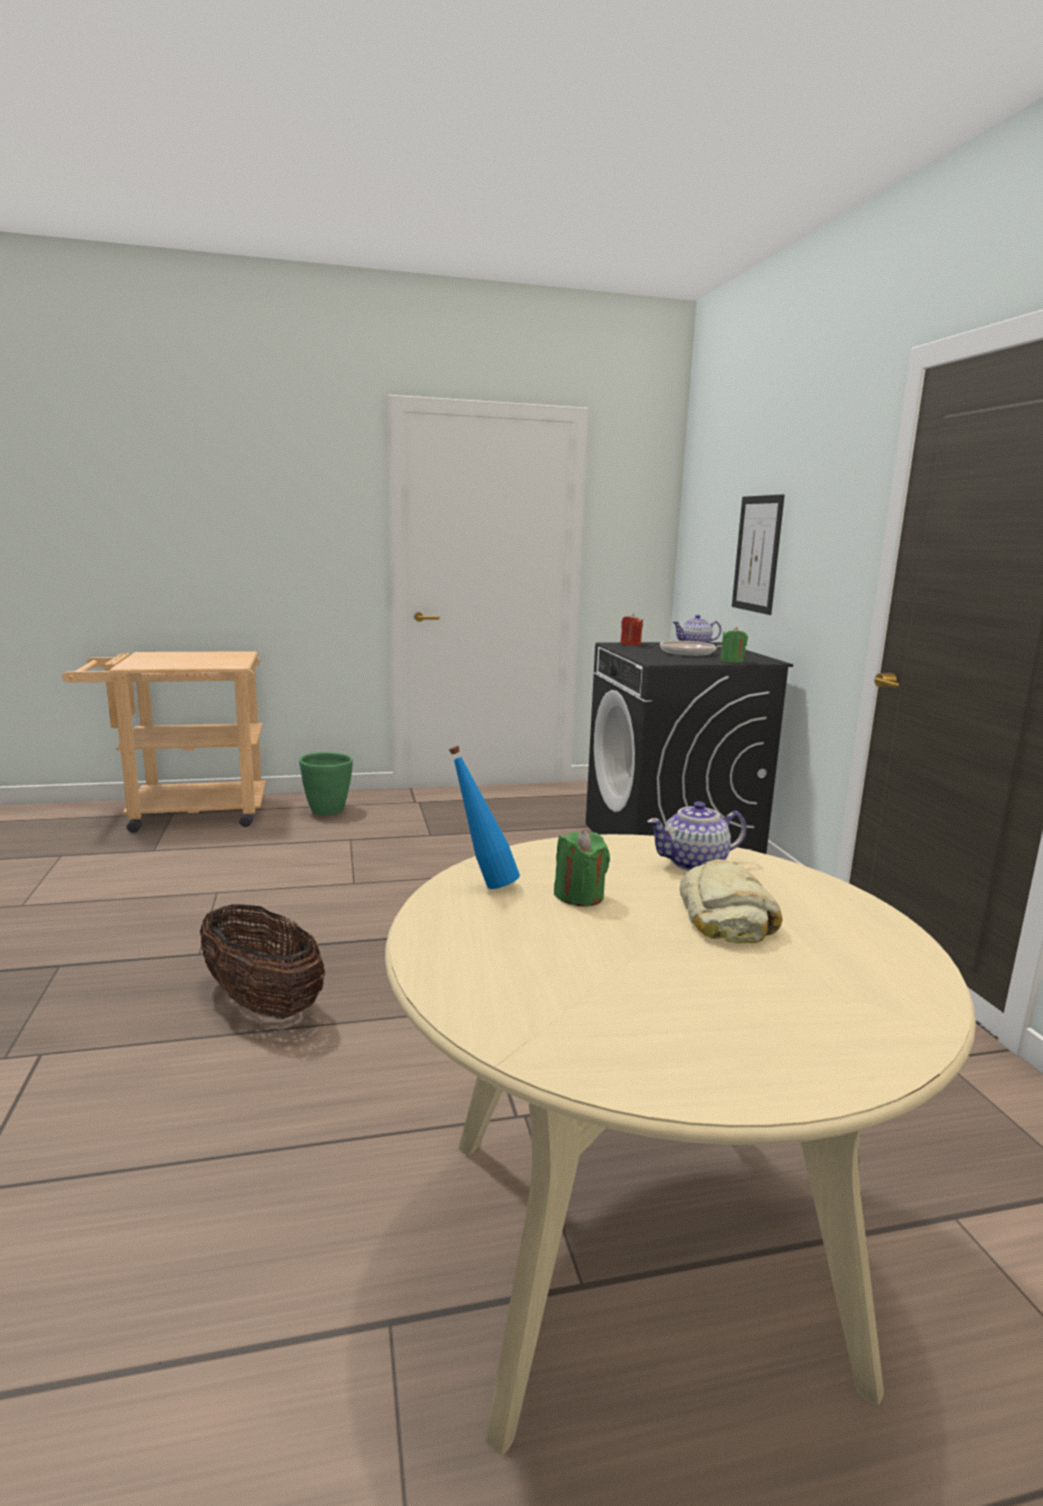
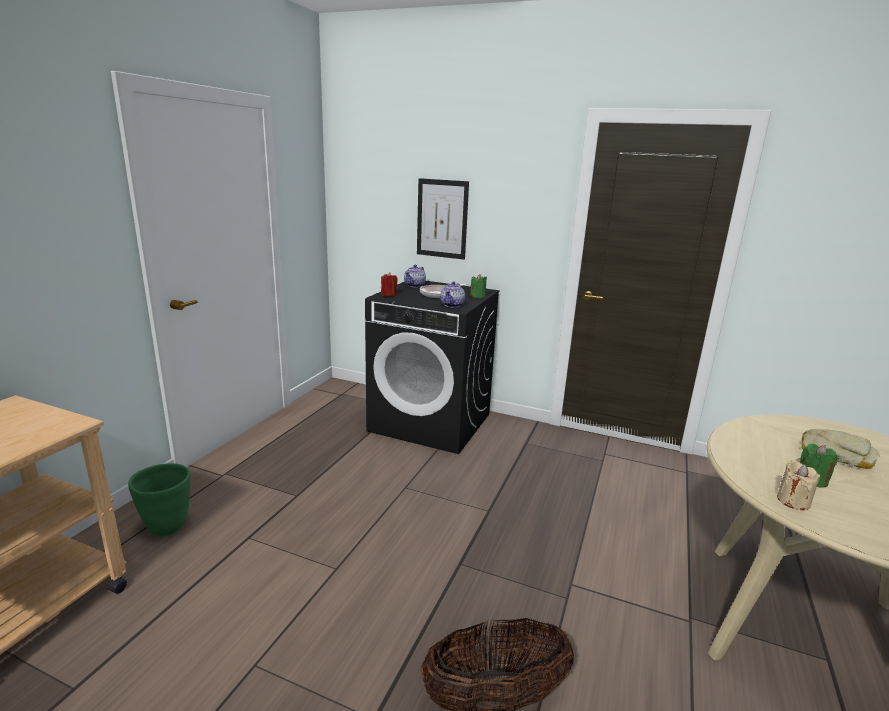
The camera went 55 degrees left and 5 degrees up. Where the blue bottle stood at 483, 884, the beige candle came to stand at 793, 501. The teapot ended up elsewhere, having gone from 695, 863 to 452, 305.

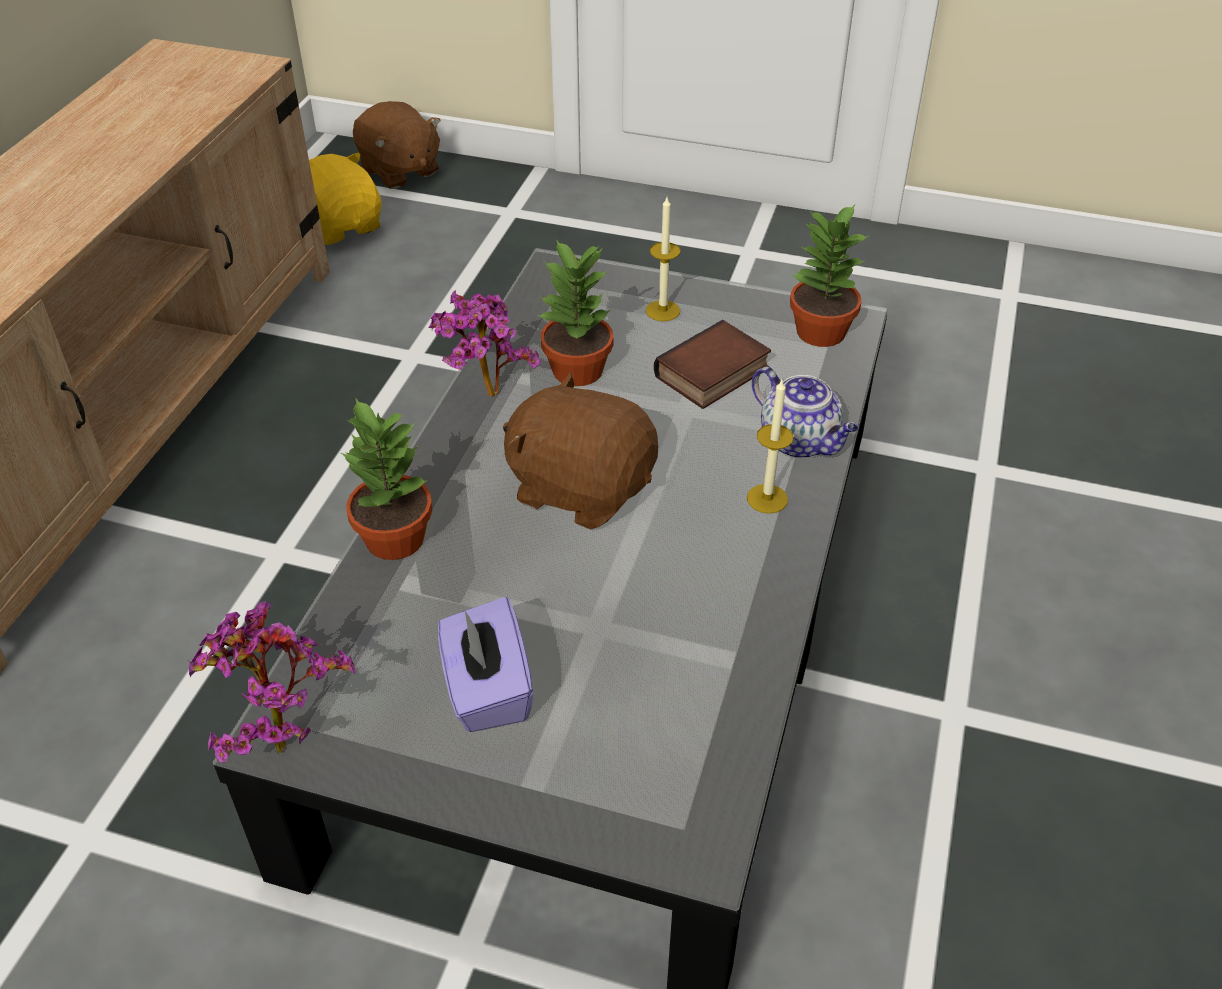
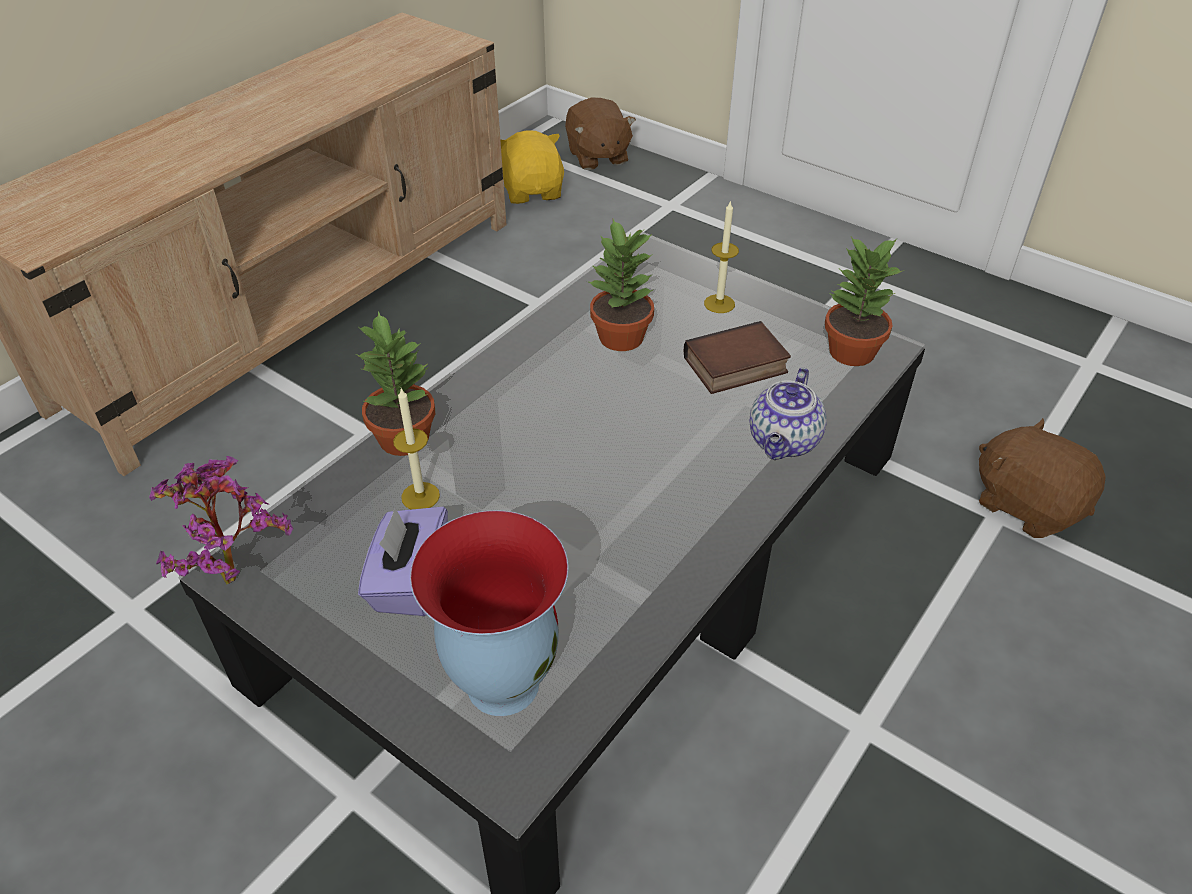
The camera went 20 degrees right and 0 degrees up. The second view lost the potted plant at 485, 399. The brown plush toy ended up elsewhere, having gone from 581, 488 to 1027, 504. The candle ended up elsewhere, having gone from 767, 498 to 420, 496. The teapot at 800, 441 ended up facing another way, 45 degrees clockwise from before. The second view gained the vase at 501, 682.

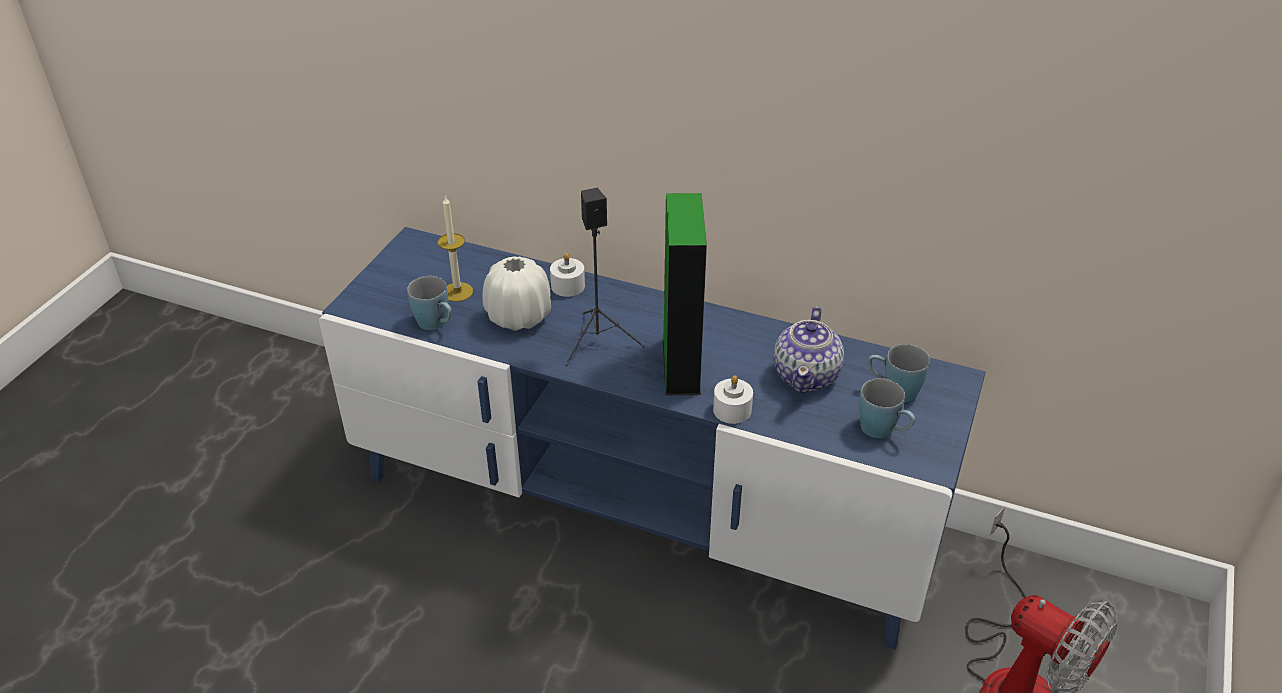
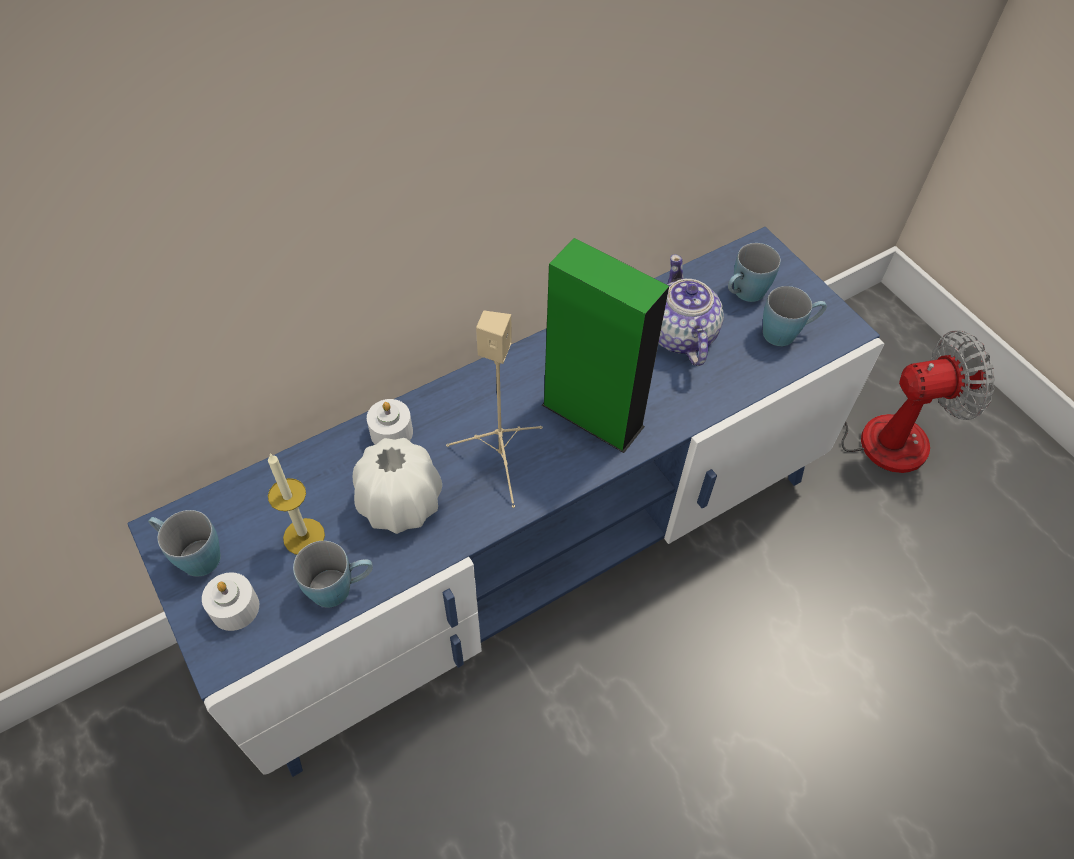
The camera went 55 degrees left and 15 degrees up. What was the black speaker at 599, 341 turned into the beige speaker at 501, 458. The white candle ended up elsewhere, having gone from 732, 410 to 235, 608. The teapot at 807, 375 ended up facing another way, 150 degrees counterclockwise from before. The second view gained the blue mug at 192, 555.

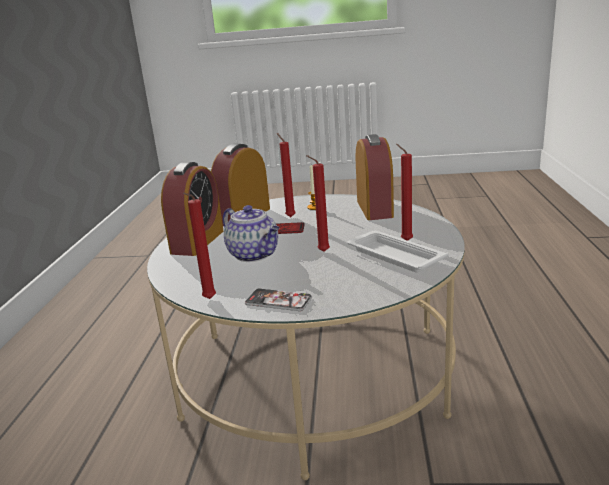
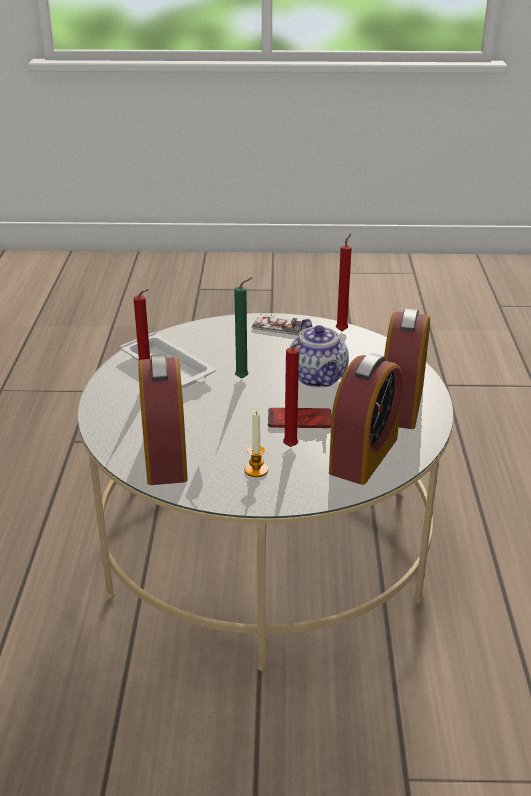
The camera went 175 degrees right and 10 degrees up. The teapot at 255, 255 ended up facing another way, 150 degrees counterclockwise from before. What was the red candle at 321, 252 turned into the green candle at 244, 378.

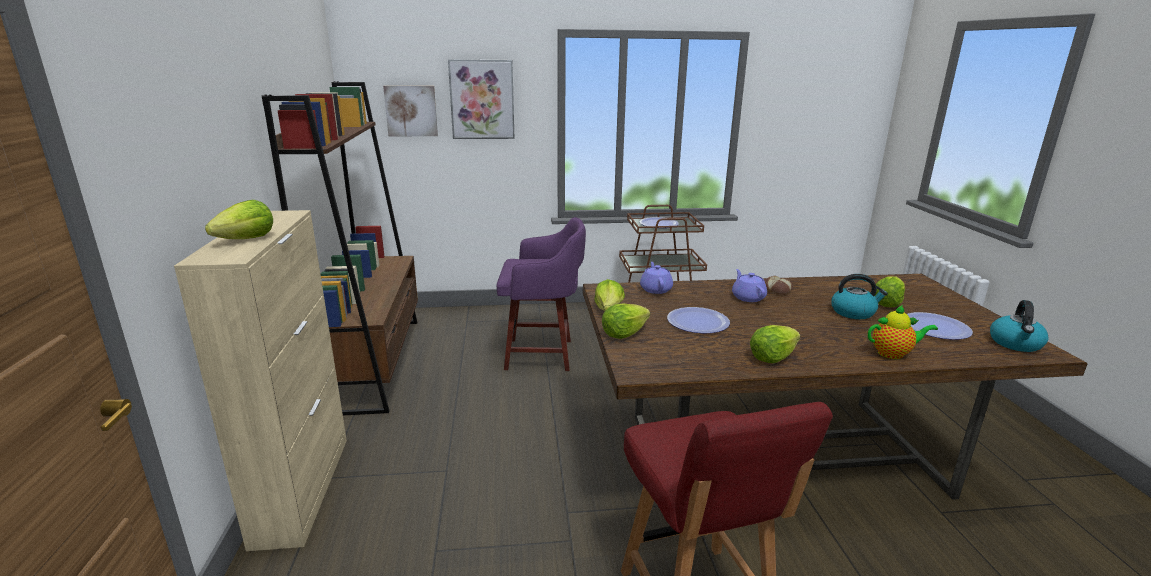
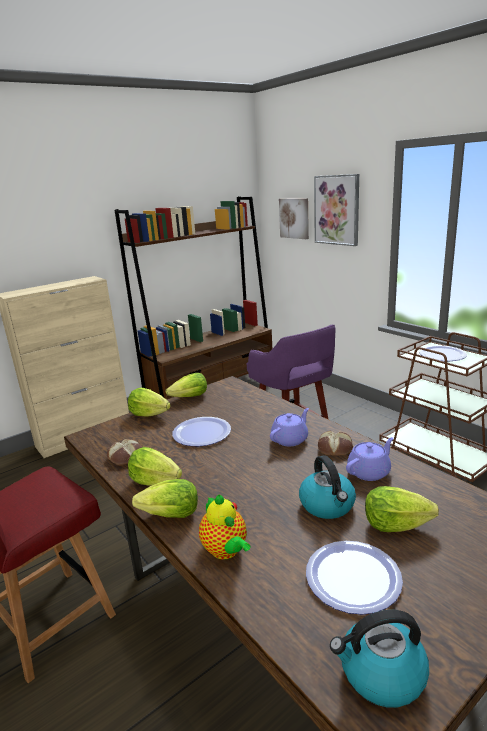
The camera went 60 degrees right and 0 degrees up. The lettuce ended up elsewhere, having gone from 247, 240 to 171, 515. The purple teapot ended up elsewhere, having gone from 655, 289 to 369, 472. The second view gained the bread at 126, 456.

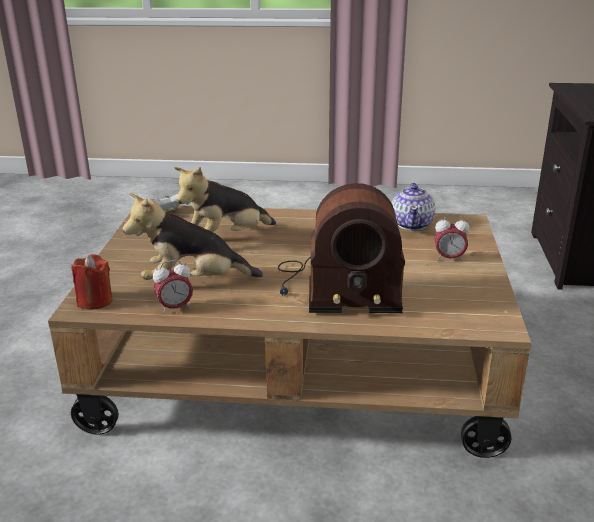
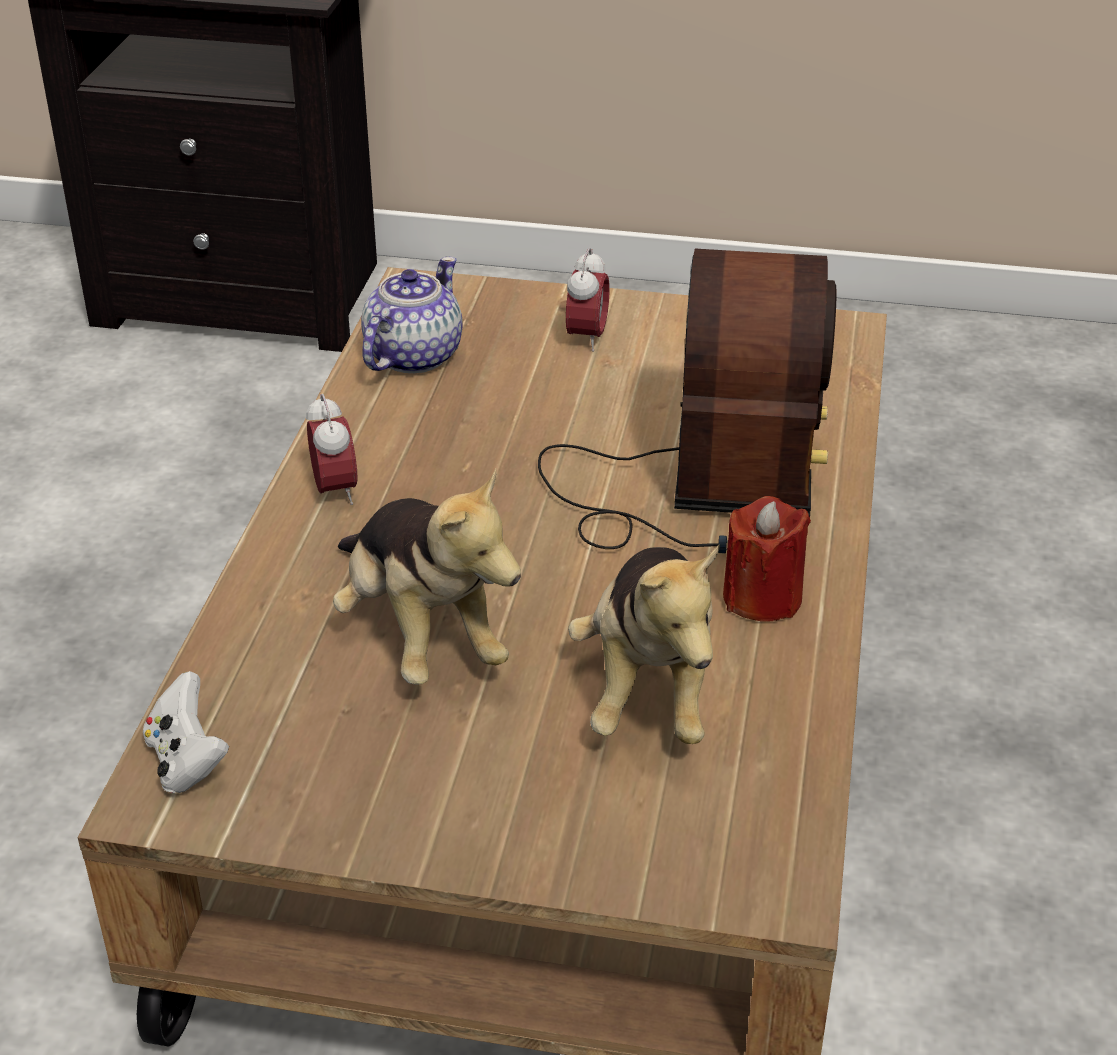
The camera went 85 degrees left and 10 degrees up. The red candle ended up elsewhere, having gone from 94, 301 to 762, 597. The alarm clock ended up elsewhere, having gone from 175, 308 to 335, 491. The teapot at 412, 224 ended up facing another way, 75 degrees counterclockwise from before.

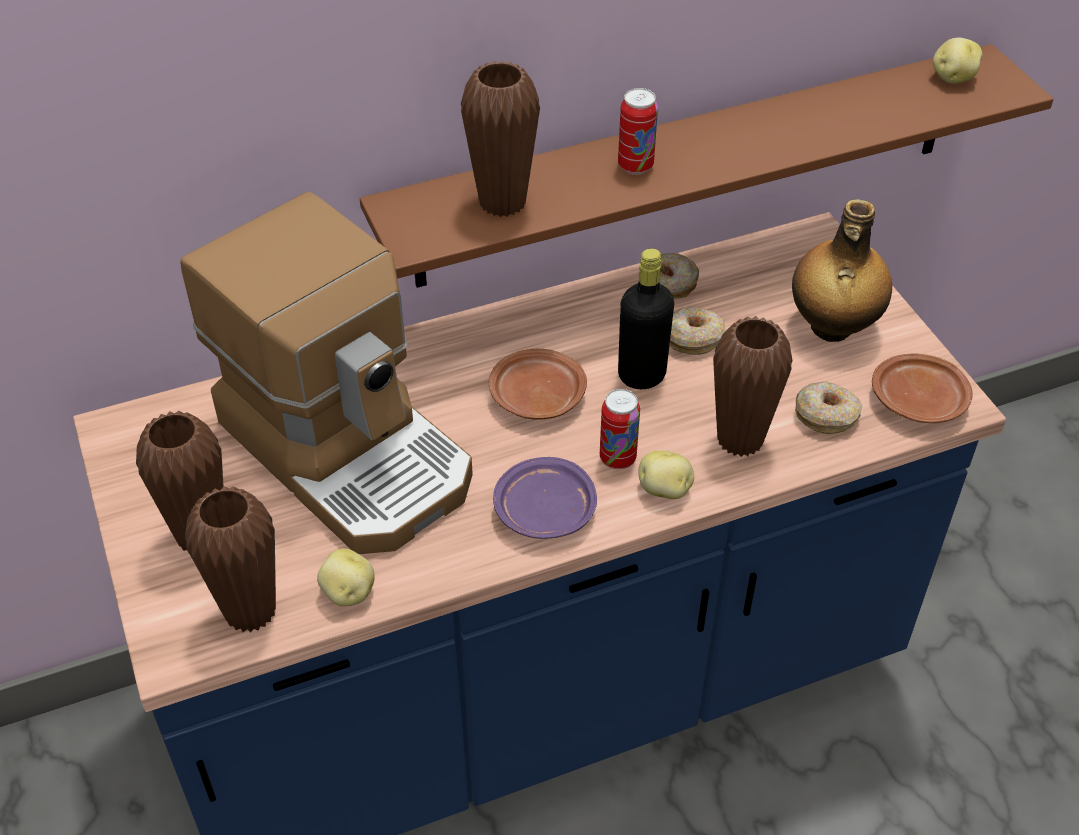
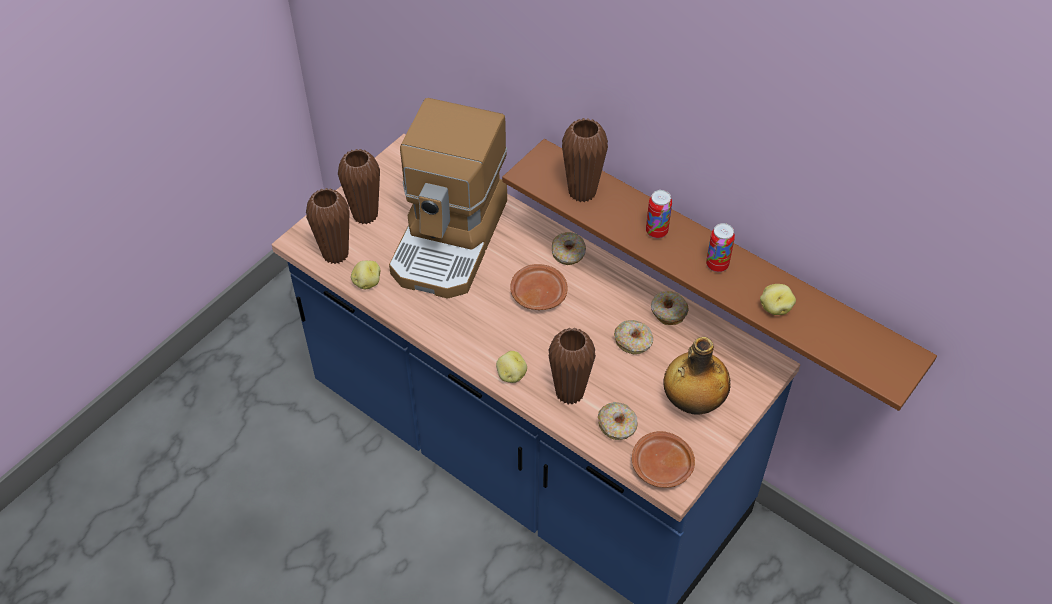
The camera went 60 degrees right and 5 degrees up. The second view lost the purple plate at 544, 511. The can ended up elsewhere, having gone from 617, 458 to 717, 265. The second view lost the black bottle at 641, 375. The potato ended up elsewhere, having gone from 952, 77 to 775, 307. The second view gained the donut at 568, 253.

